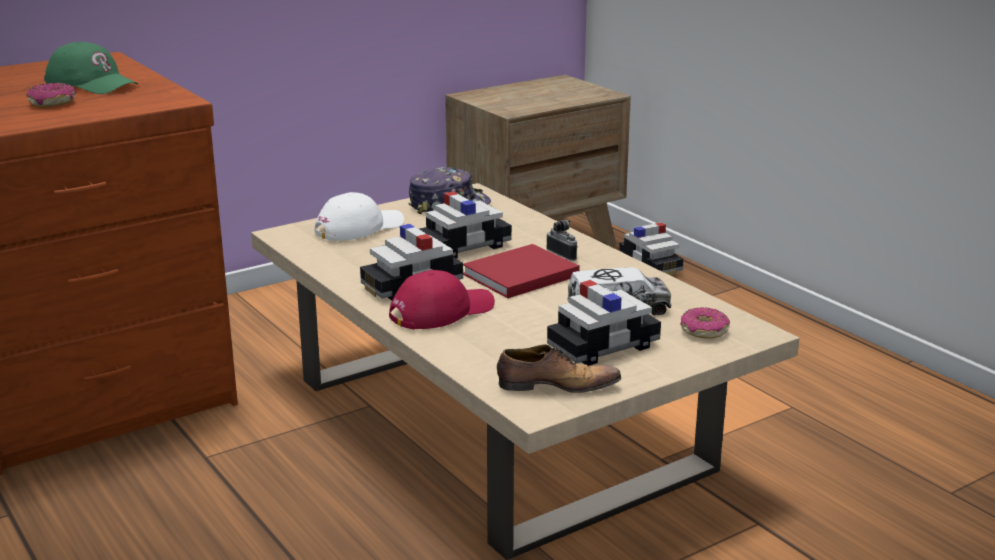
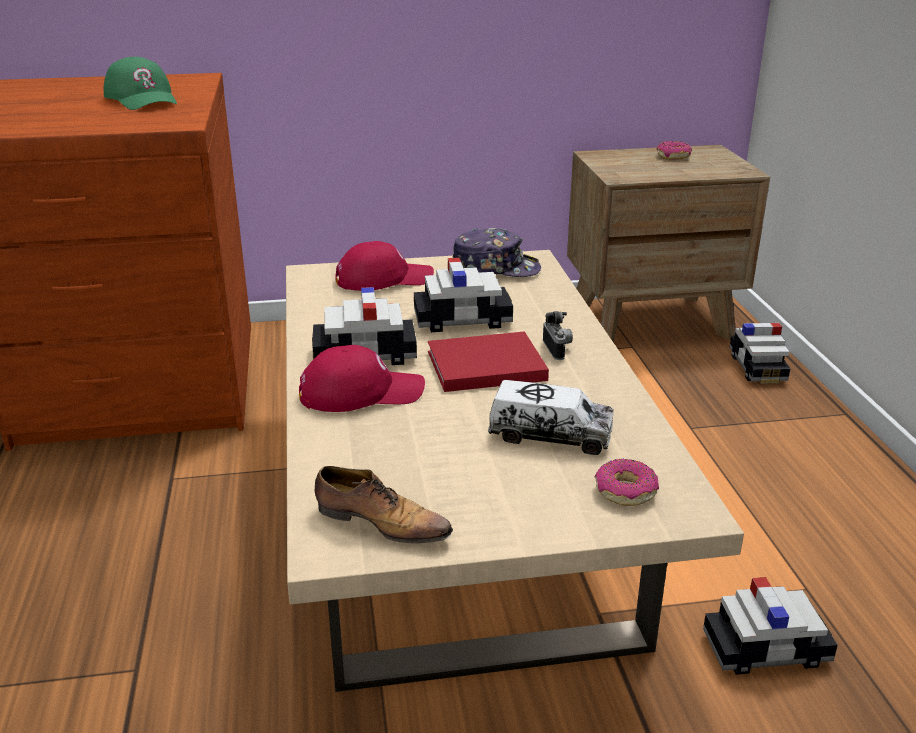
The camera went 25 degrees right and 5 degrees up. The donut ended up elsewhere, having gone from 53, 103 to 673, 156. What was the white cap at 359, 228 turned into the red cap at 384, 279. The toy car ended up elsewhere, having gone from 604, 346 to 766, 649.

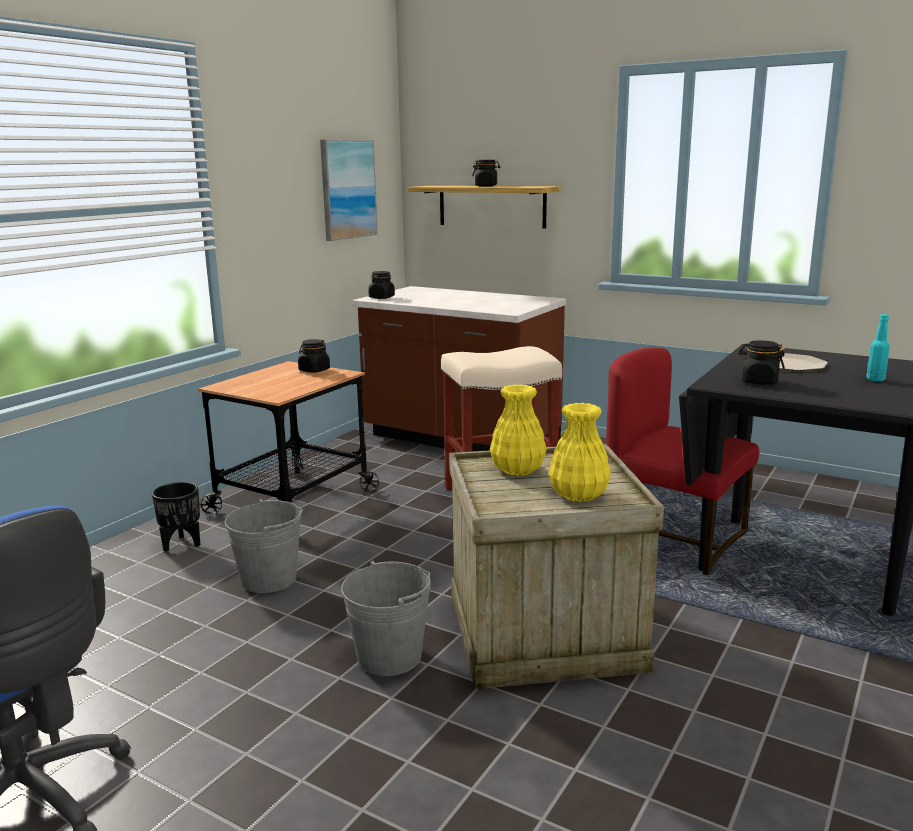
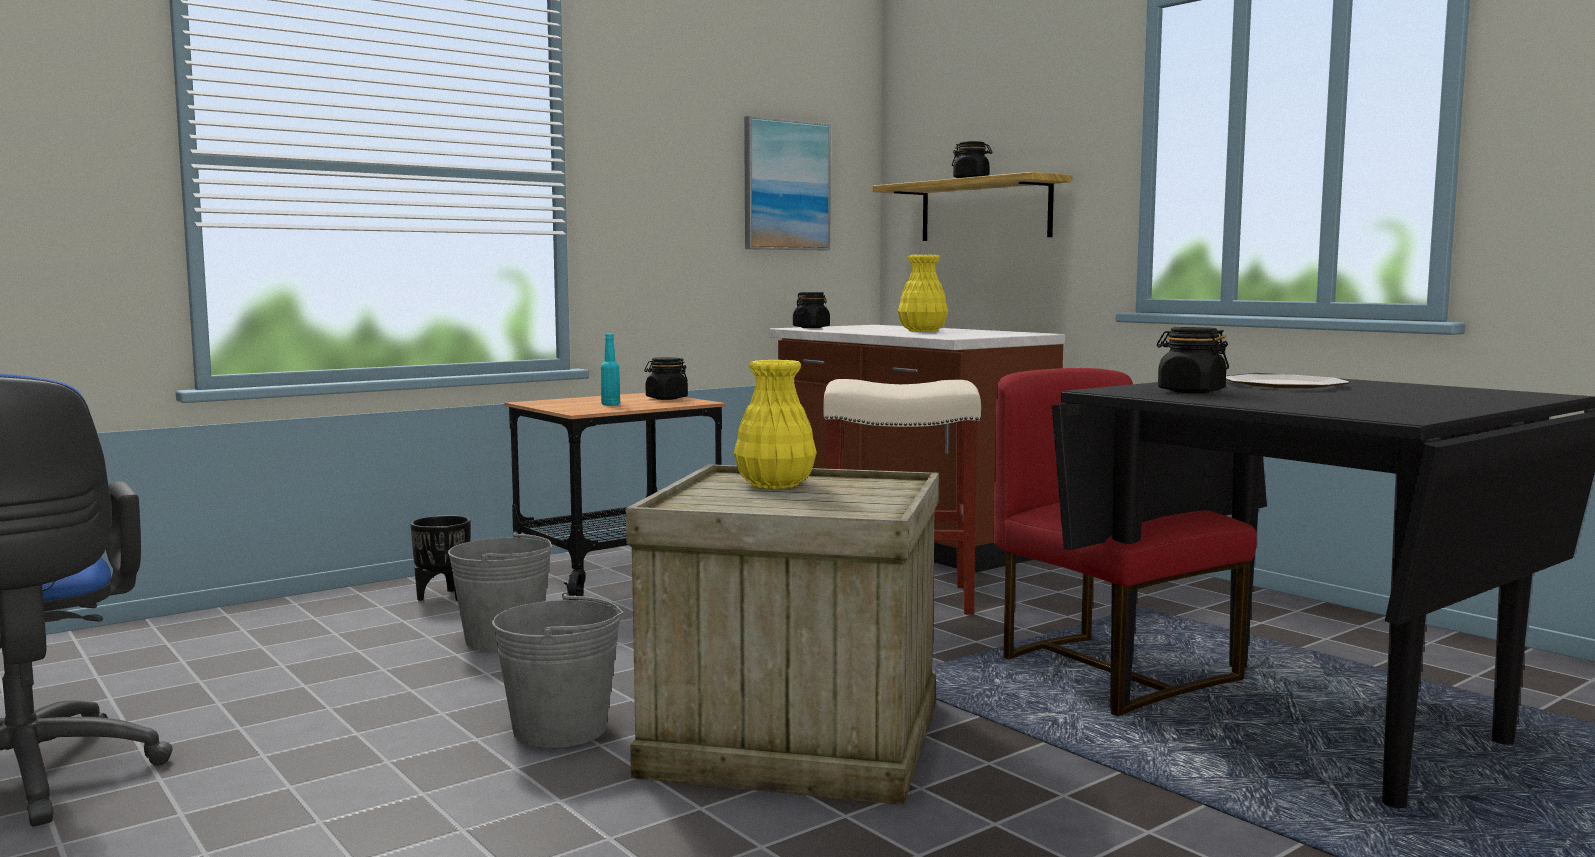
The camera went 20 degrees right and 10 degrees down. The yellow vase ended up elsewhere, having gone from 579, 495 to 923, 331. The turquoise bottle ended up elsewhere, having gone from 875, 379 to 610, 405.

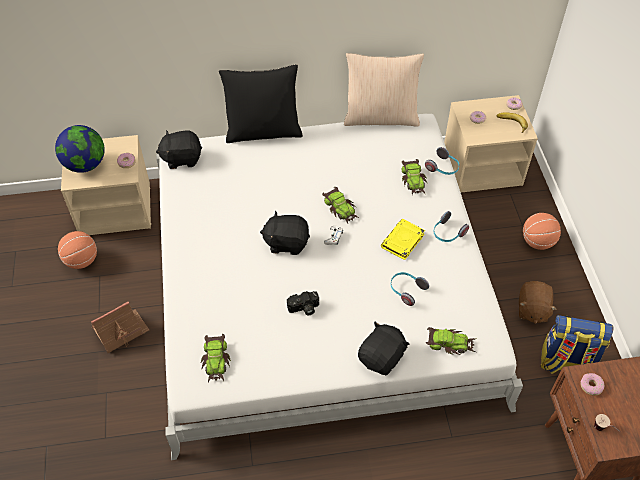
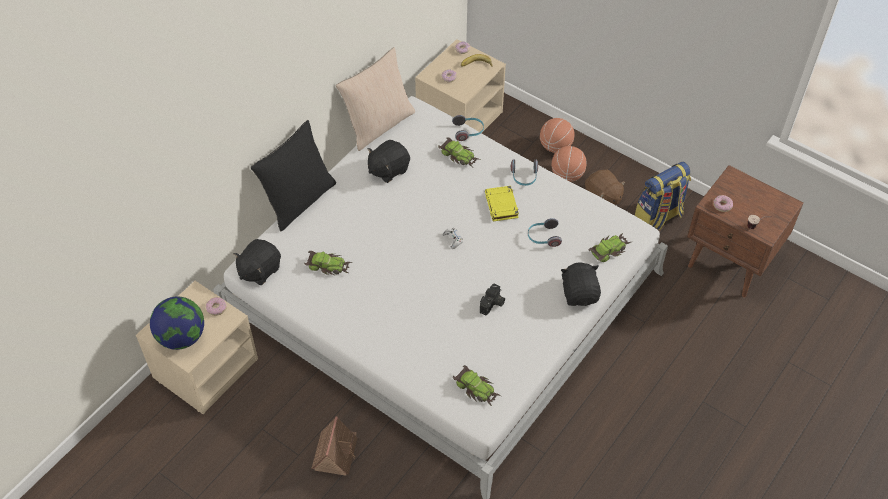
The camera went 45 degrees left and 0 degrees up. The basketball ended up elsewhere, having gone from 82, 260 to 567, 175. The black plush toy ended up elsewhere, having gone from 286, 242 to 388, 169. The toy car ended up elsewhere, having gone from 341, 208 to 328, 265.

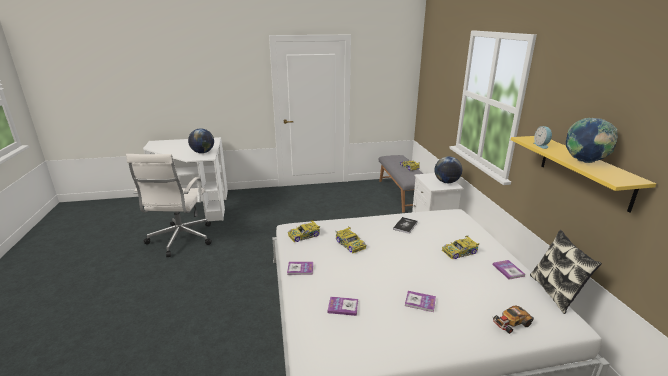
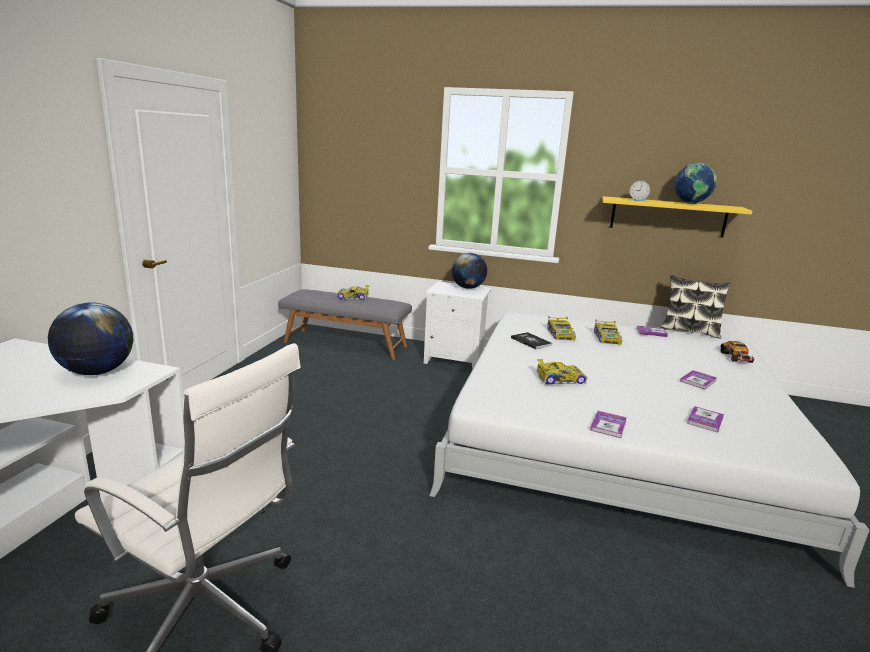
The camera went 65 degrees left and 5 degrees down. The toy car ended up elsewhere, having gone from 304, 235 to 560, 334.

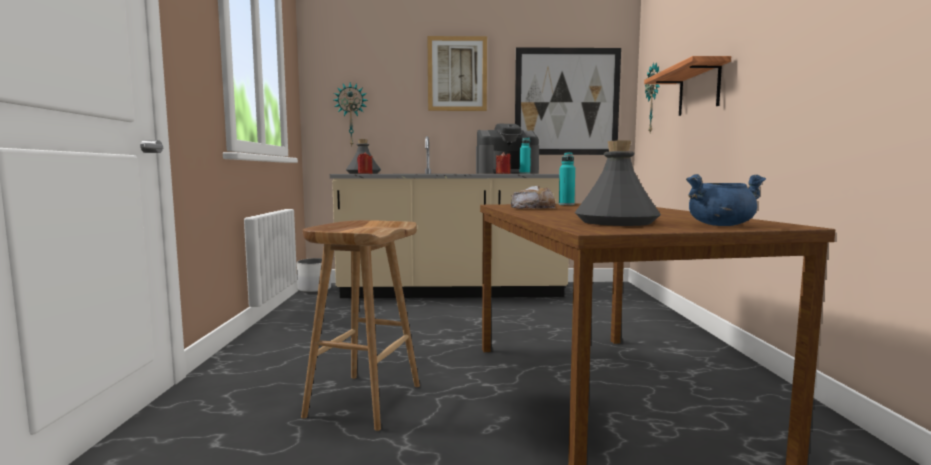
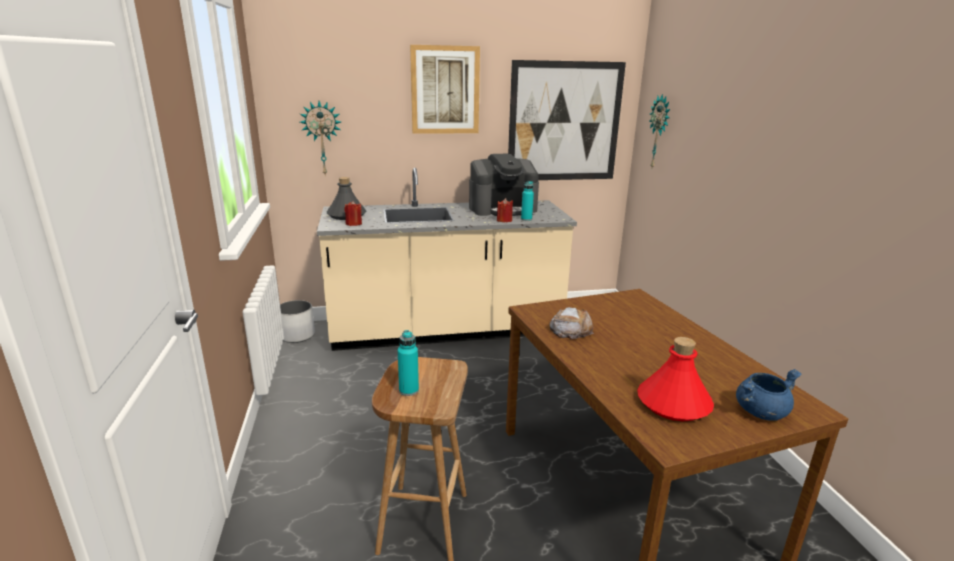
The camera went 10 degrees left and 15 degrees up. The turquoise bottle ended up elsewhere, having gone from 566, 204 to 409, 390. What was the grey bottle at 615, 222 turned into the red bottle at 673, 404. The second view lost the shelf at 699, 90.

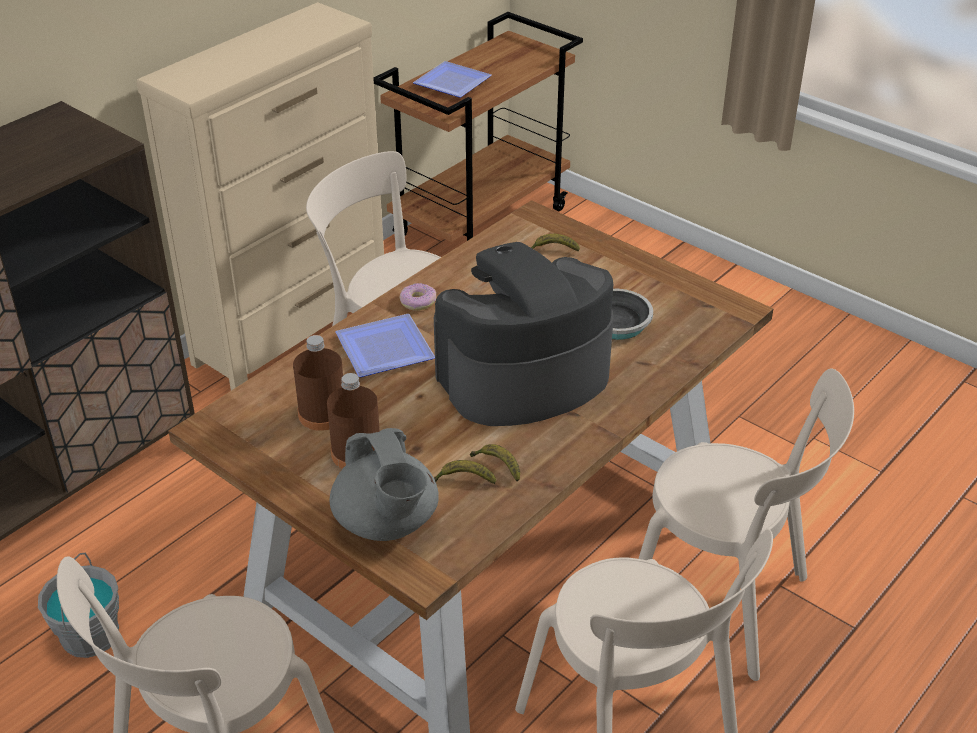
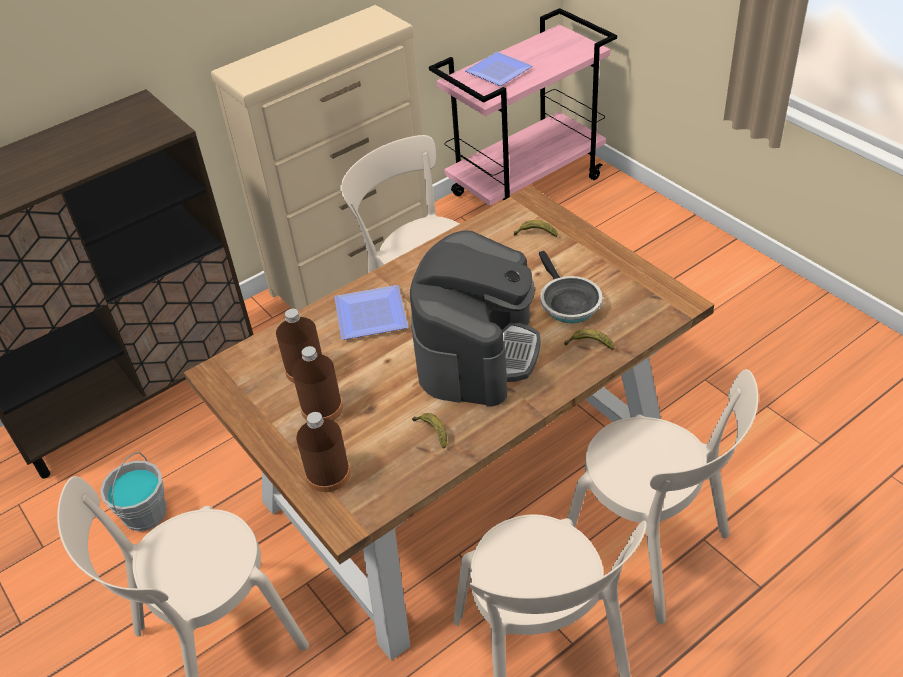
The camera went 15 degrees right and 5 degrees up. Where the grey teapot stood at 387, 522, the brown bottle came to stand at 328, 474. What was the brown cart at 481, 221 turned into the pink cart at 526, 185. The second view lost the donut at 417, 302. The coffee machine at 522, 377 ended up facing another way, 120 degrees clockwise from before. The banana ended up elsewhere, having gone from 464, 480 to 589, 344.

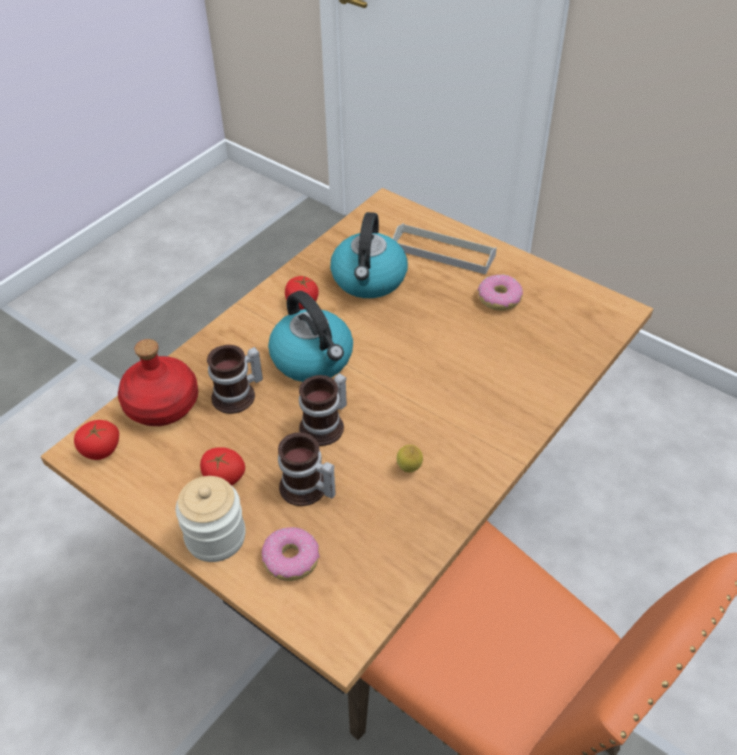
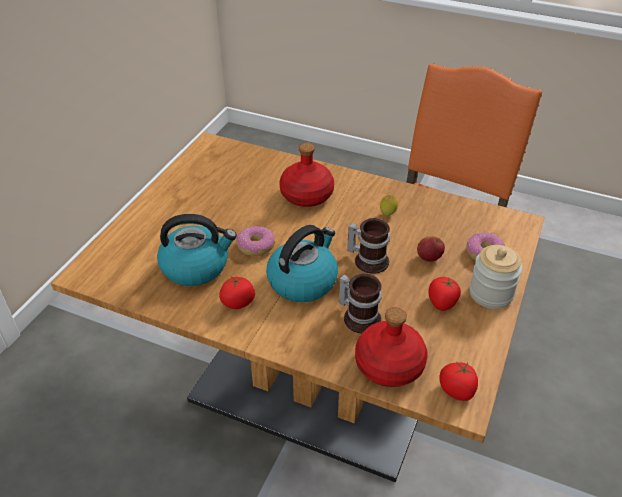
The camera went 105 degrees left and 5 degrees down. Where the mug stood at 306, 490, the apple came to stand at 429, 258. The second view lost the grey tray at 443, 252. The donut ended up elsewhere, having gone from 499, 299 to 256, 246. The second view gained the red bottle at 307, 195.

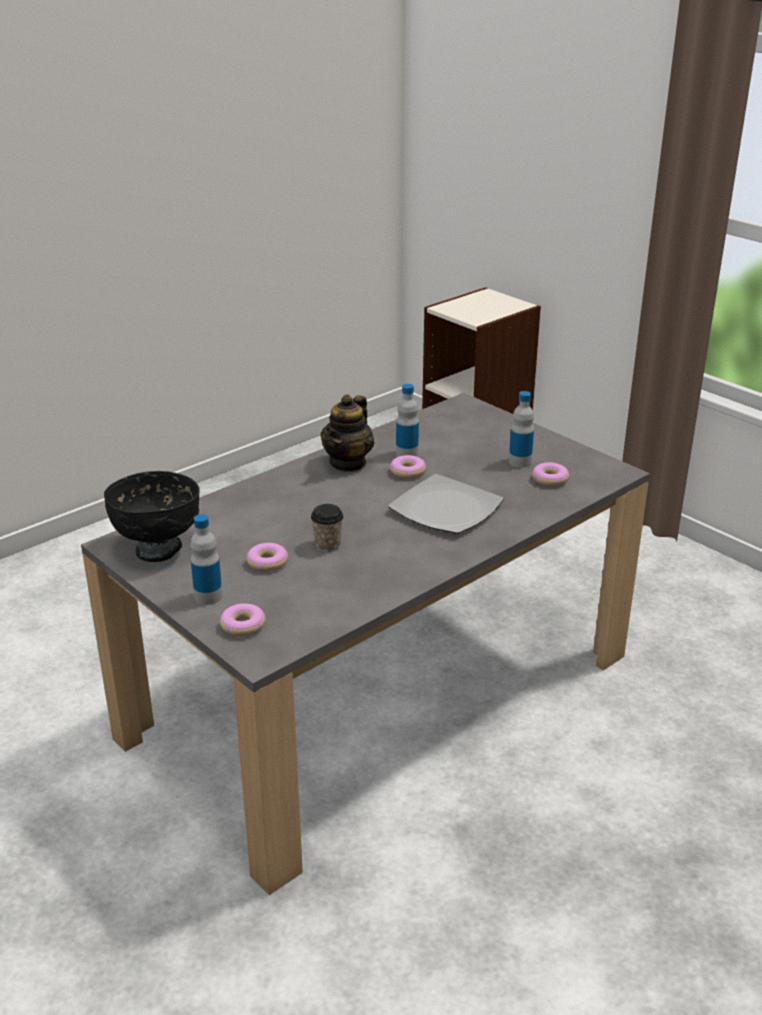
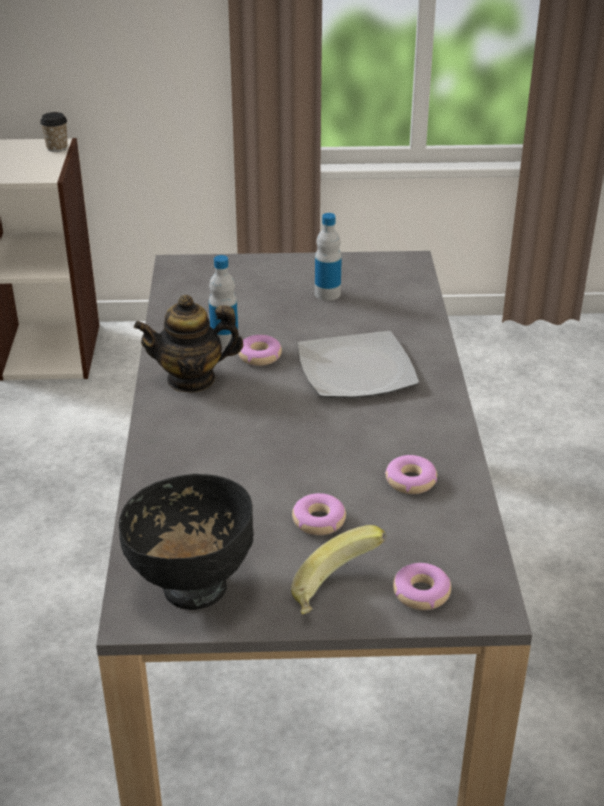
The camera went 50 degrees left and 5 degrees up. Where the bottle stood at 208, 596, the banana came to stand at 337, 592. The cup ended up elsewhere, having gone from 327, 545 to 57, 148. The teapot at 348, 463 ended up facing another way, 105 degrees clockwise from before. The donut ended up elsewhere, having gone from 549, 479 to 410, 481.

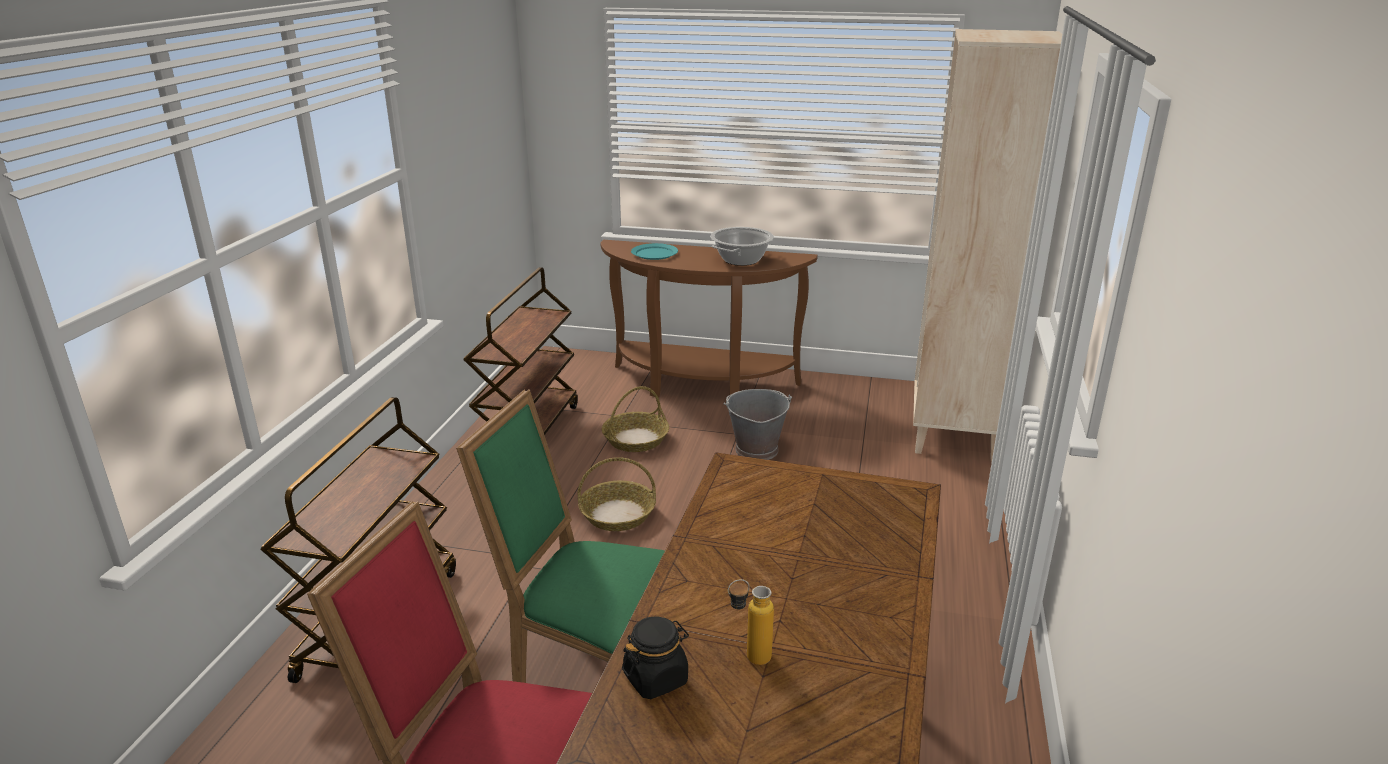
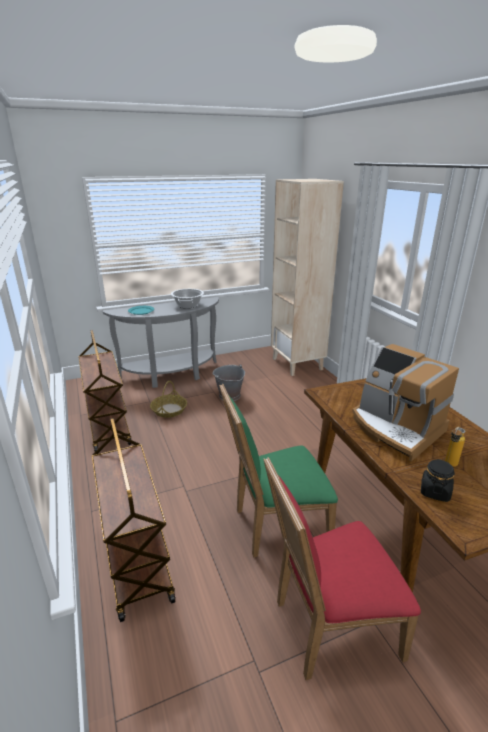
The camera went 35 degrees left and 0 degrees up. The second view lost the basket at 617, 515. What was the brown console table at 701, 385 turned into the grey console table at 171, 375. The second view gained the coffee machine at 395, 428.

